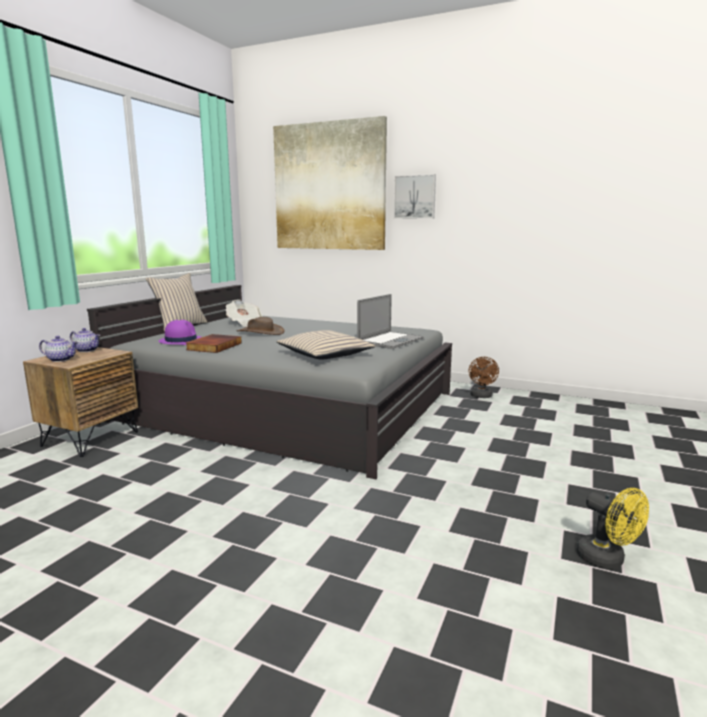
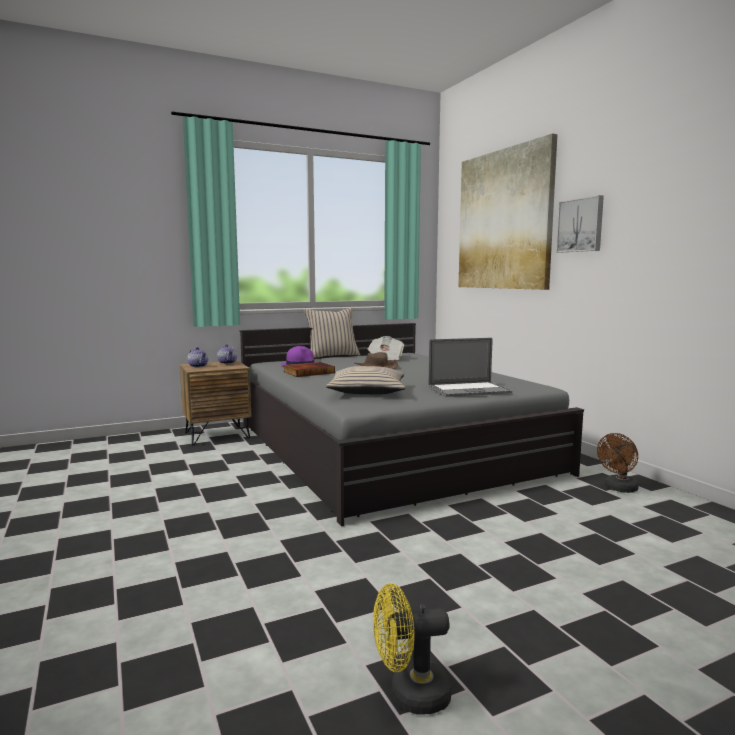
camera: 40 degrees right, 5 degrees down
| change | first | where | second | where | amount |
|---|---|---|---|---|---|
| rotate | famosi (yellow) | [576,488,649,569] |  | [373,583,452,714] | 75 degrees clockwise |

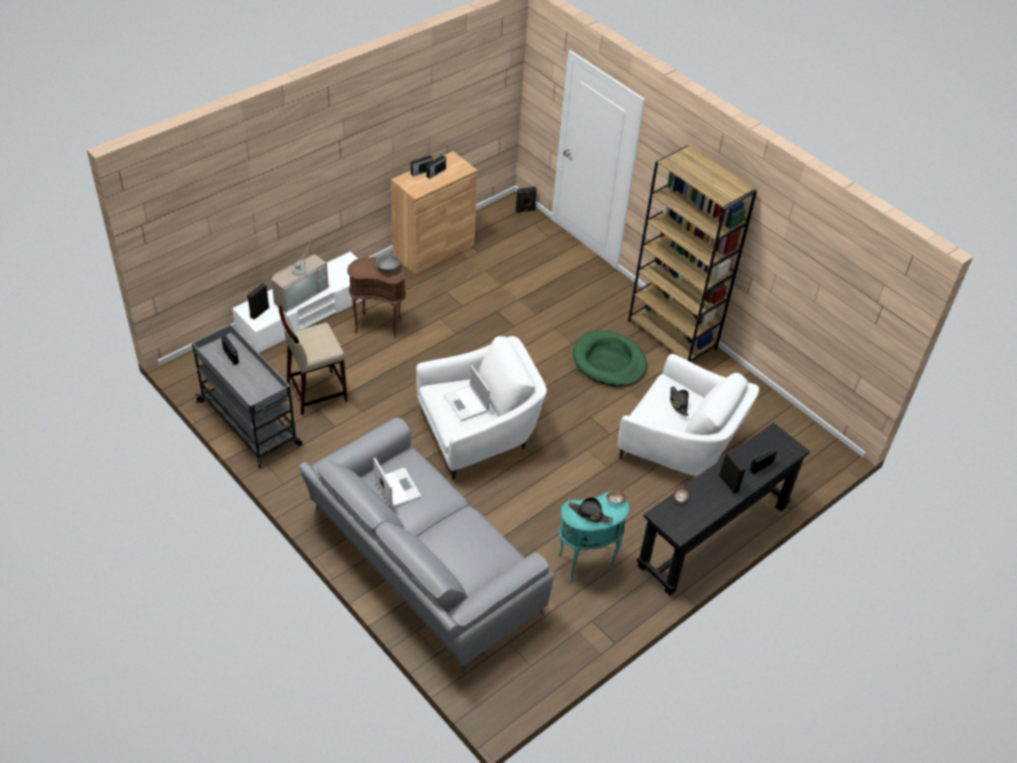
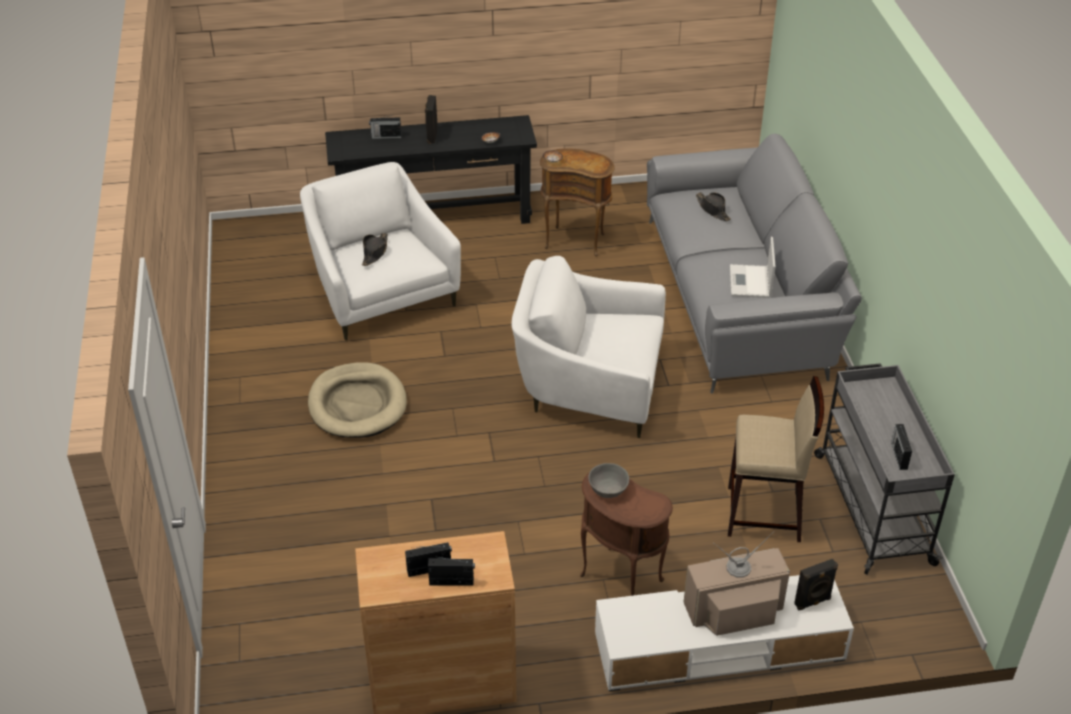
camera: 145 degrees left, 5 degrees down
| change | first | where | second | where | amount |
|---|---|---|---|---|---|
| recolor | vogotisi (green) | [573,330,647,386] | vogotisi (beige) | [308,362,407,438] |  |
| recolor | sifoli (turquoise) | [558,491,630,582] | sifoli (brown) | [540,148,615,256] |  |
| move | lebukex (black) | [568,497,613,523] |  | [696,192,731,221] |  |
| delete | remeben | [444,365,490,421] |  |  |  |
| delete | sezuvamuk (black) | [516,187,537,213] |  |  |  |
| delete | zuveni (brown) | [628,145,757,362] |  |  |  |

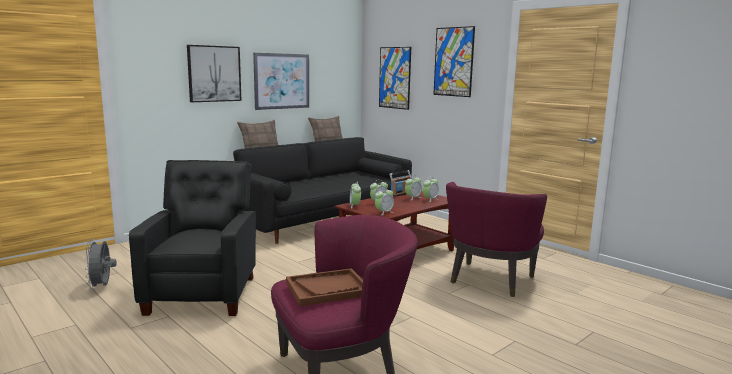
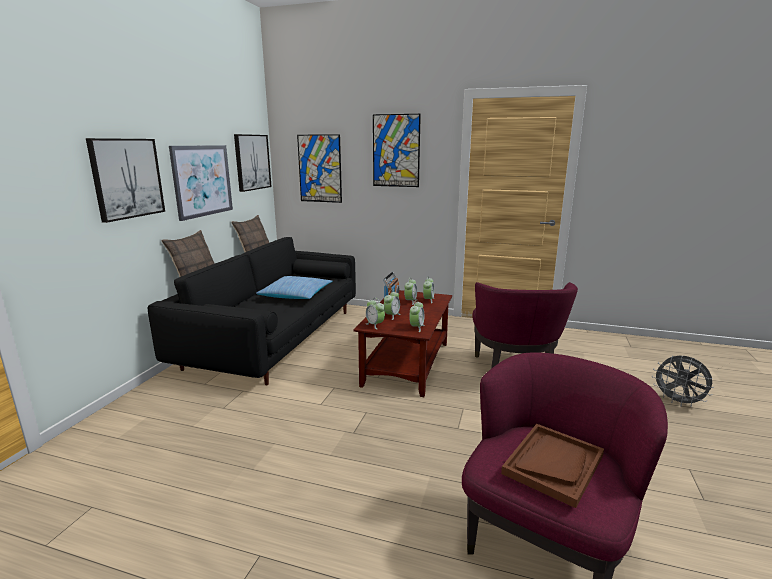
camera: 30 degrees left, 5 degrees up
| change | first | where | second | where | amount |
|---|---|---|---|---|---|
| insert |  |  | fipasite | [234,134,271,192] |  |
| insert |  |  | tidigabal | [256,276,332,299] |  |
| move | famosi (grey) | [84,239,117,290] |  | [652,356,714,407] |  |
| delete | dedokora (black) | [129,160,256,316] |  |  |  |

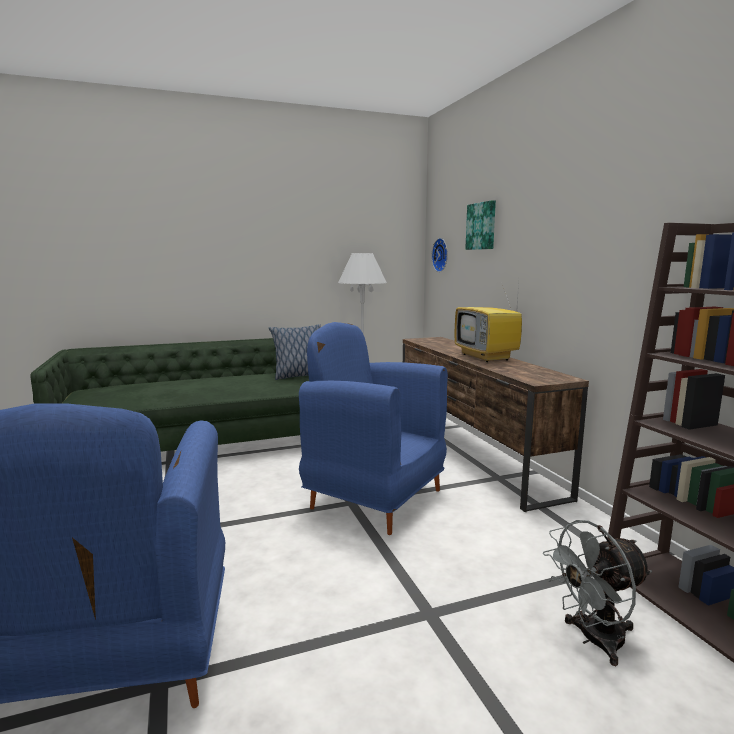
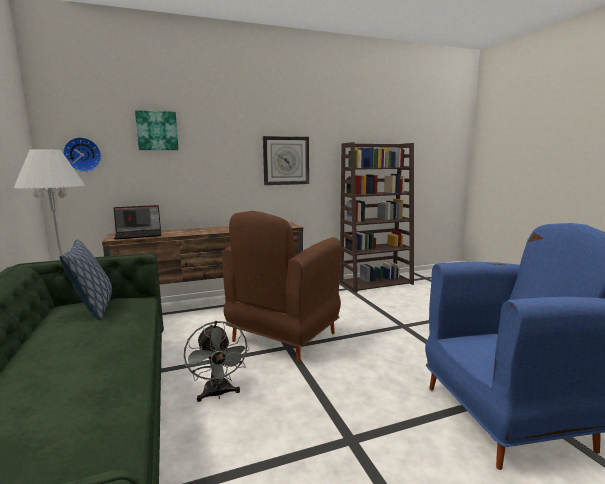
camera: 90 degrees left, 0 degrees up
| change | first | where | second | where | amount |
|---|---|---|---|---|---|
| insert |  |  | remeben | [114,205,162,240] |  |
| move | famosi (grey) | [543,520,652,666] |  | [184,321,250,402] |  |
| recolor | dedokora (blue) | [299,322,448,535] | dedokora (brown) | [222,211,341,363] |  |
| insert |  |  | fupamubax | [263,136,309,185] |  |
| delete | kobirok | [455,282,522,362] |  |  |  |

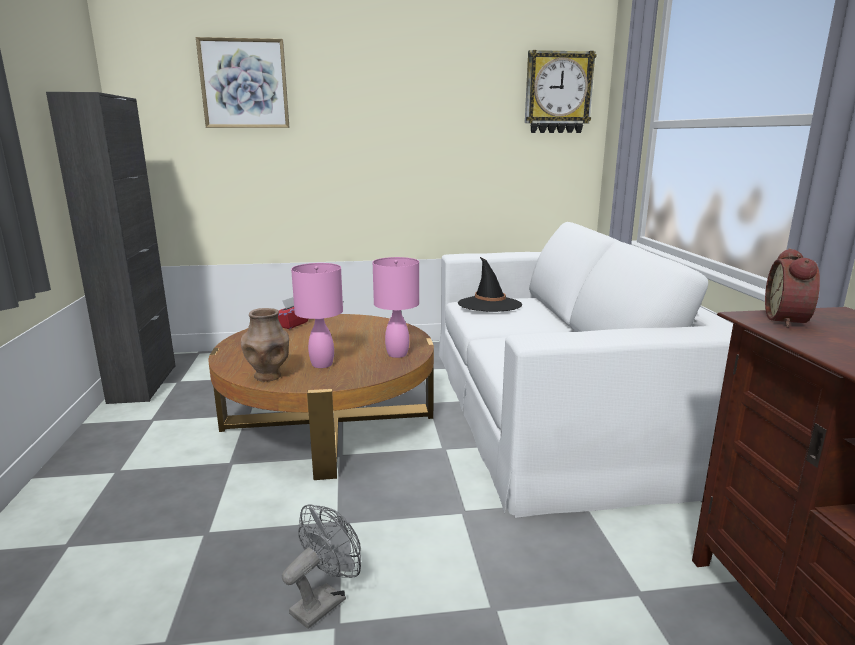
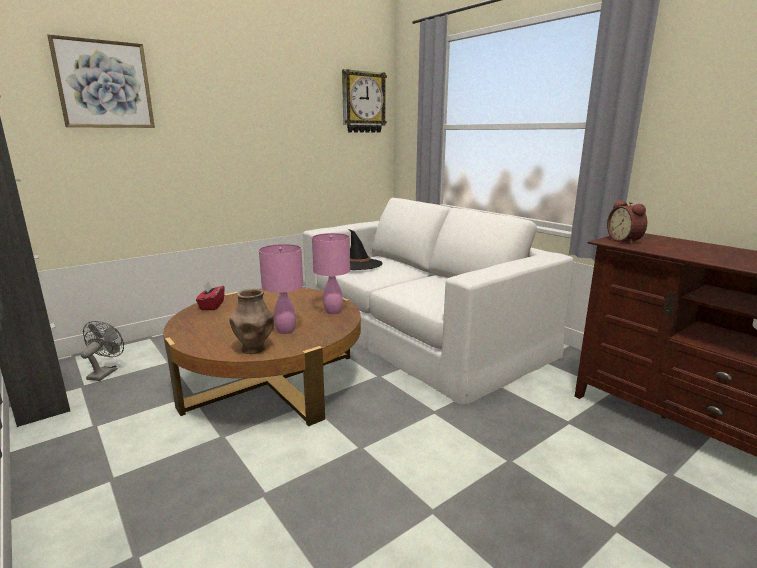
camera: 30 degrees left, 0 degrees up
| change | first | where | second | where | amount |
|---|---|---|---|---|---|
| move | famosi (grey) | [282,504,361,629] |  | [81,321,124,381] |  |

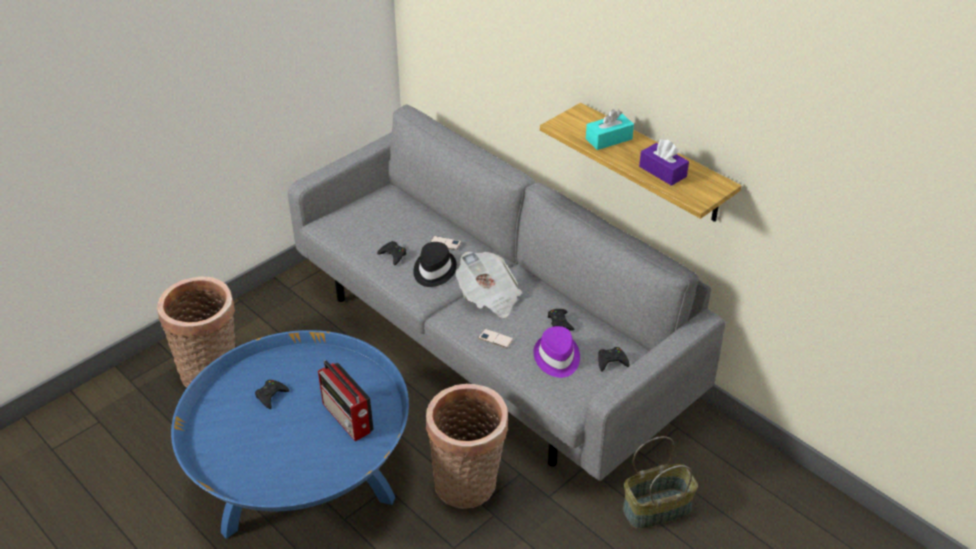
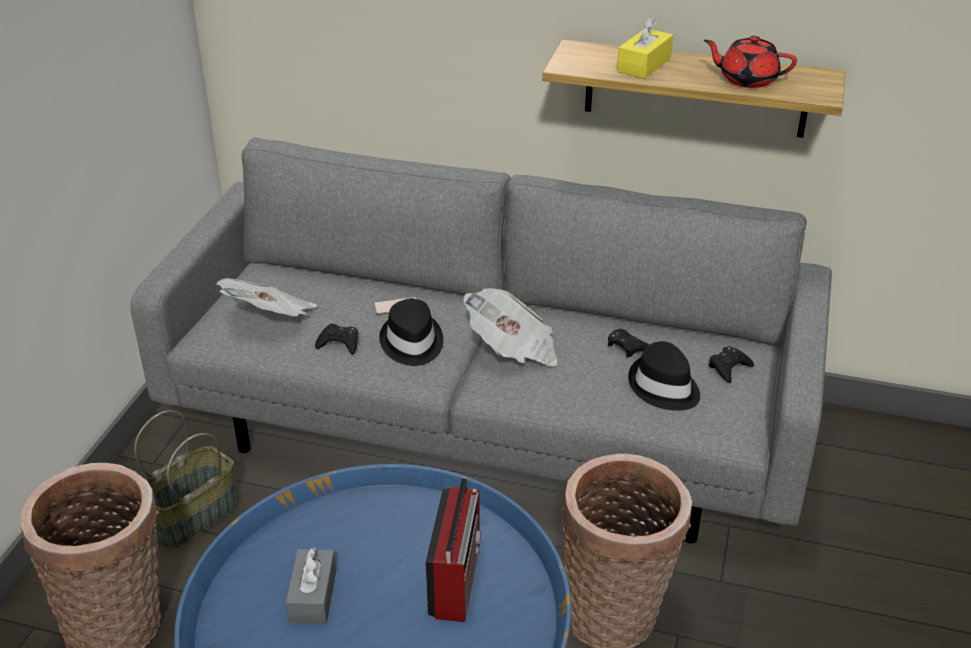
camera: 30 degrees left, 5 degrees down
| change | first | where | second | where | amount |
|---|---|---|---|---|---|
| move | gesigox | [623,436,698,529] |  | [134,410,239,548] |  |
| insert |  |  | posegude | [217,278,318,317] |  |
| replace | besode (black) | [255,380,289,409] | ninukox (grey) | [286,548,336,624] |  |
| rotate | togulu | [318,360,374,441] |  | [426,477,481,622] | 105 degrees counterclockwise |
| recolor | ninukox (turquoise) | [586,109,634,150] | ninukox (yellow) | [617,17,673,79] |  |
| recolor | lebukex (purple) | [533,326,580,378] | lebukex (black) | [628,341,700,411] |  |
| replace | ninukox (purple) | [639,139,689,186] | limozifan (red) | [704,36,797,88] |  |
| delete | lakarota | [478,329,514,348] |  |  |  |

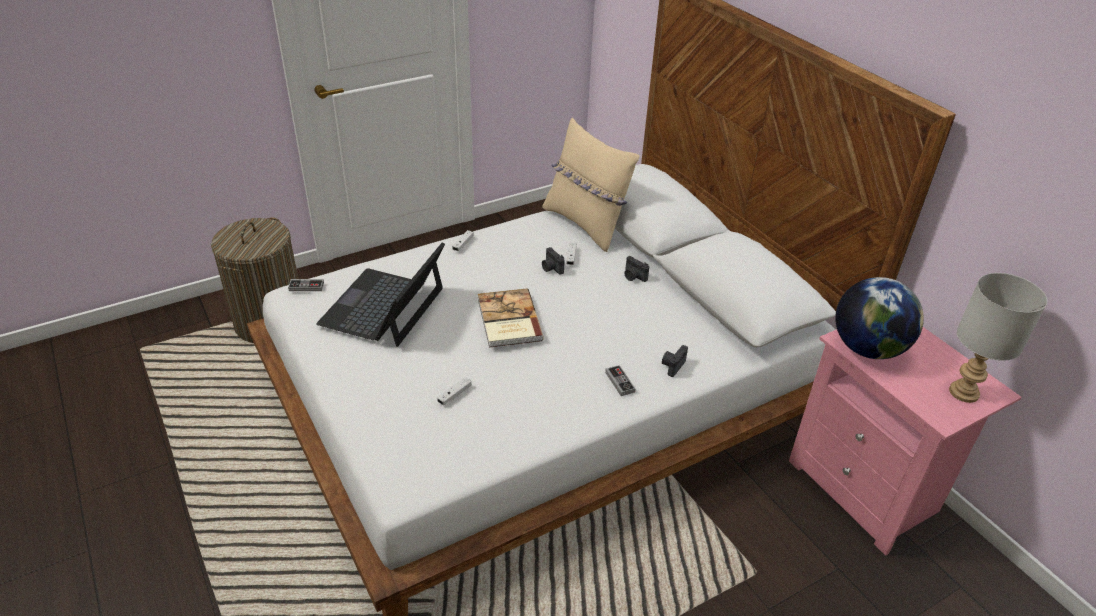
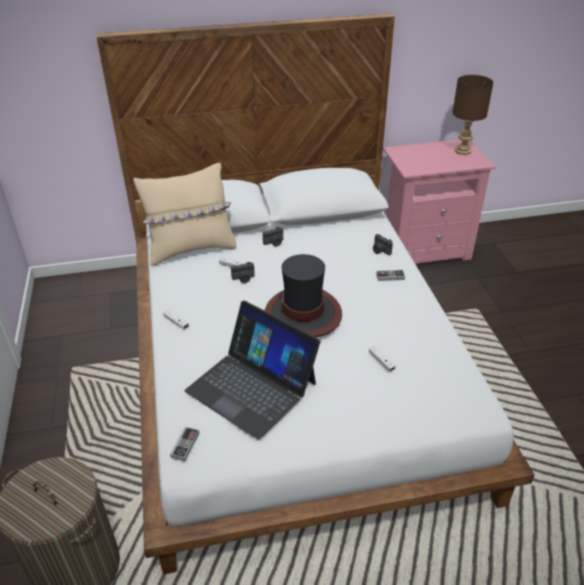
camera: 70 degrees left, 0 degrees up
| change | first | where | second | where | amount |
|---|---|---|---|---|---|
| replace | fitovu | [478,289,544,347] | lebukex | [265,254,342,337] |  |
| recolor | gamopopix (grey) | [949,273,1047,403] | gamopopix (brown) | [452,75,494,155] |  |
| delete | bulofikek | [835,277,924,359] |  |  |  |

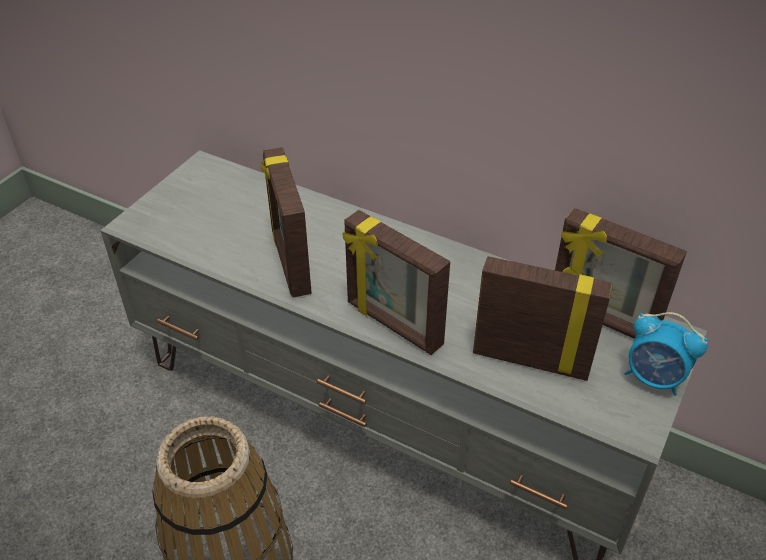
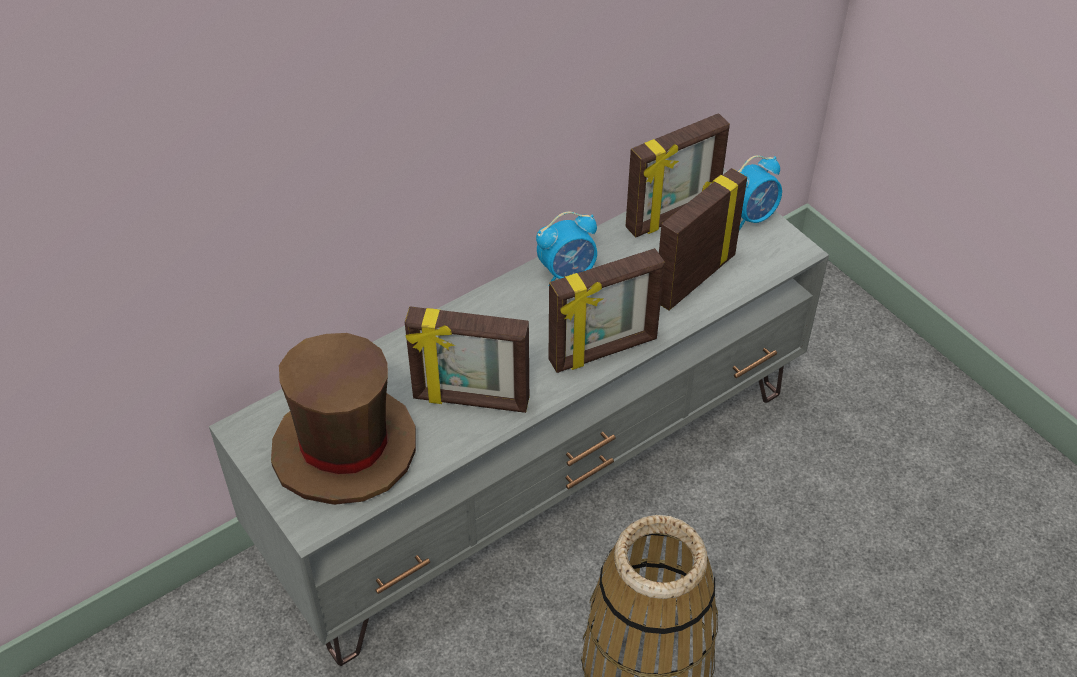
camera: 65 degrees left, 5 degrees up
| change | first | where | second | where | amount |
|---|---|---|---|---|---|
| insert |  |  | lebukex (brown) | [271,333,416,505] |  |
| insert |  |  | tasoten | [536,212,597,286] |  |

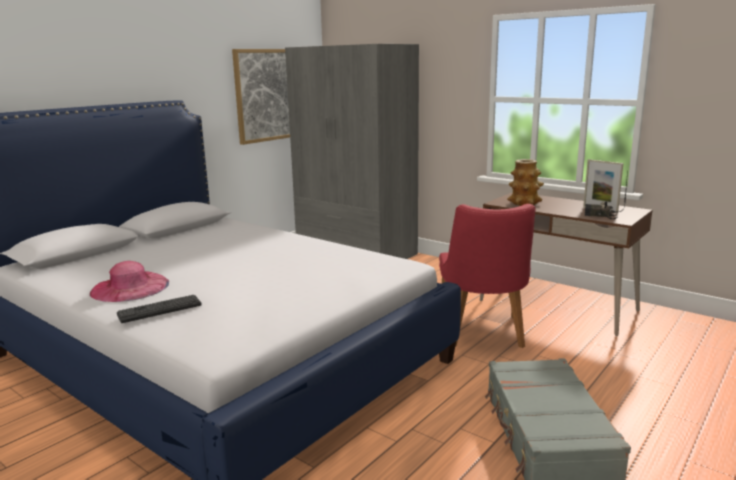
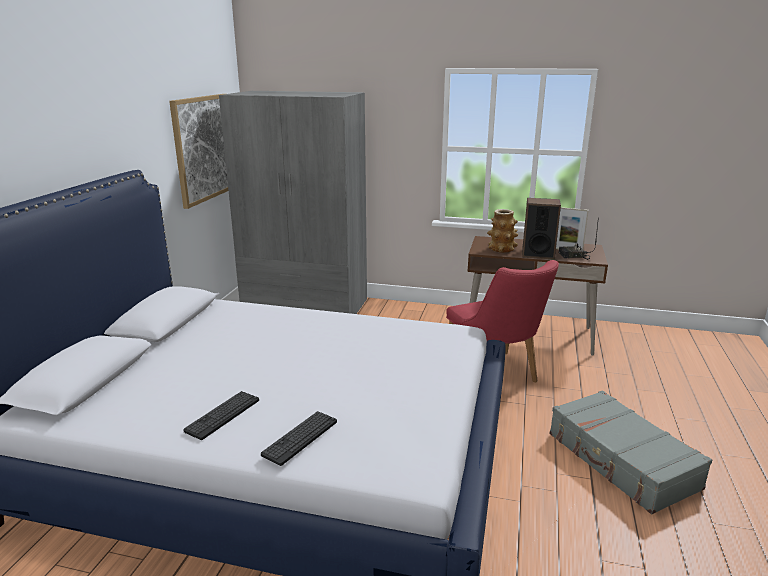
camera: 25 degrees left, 5 degrees up
| change | first | where | second | where | amount |
|---|---|---|---|---|---|
| replace | lebukex (pink) | [90,261,169,302] | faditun | [183,391,259,440] |  |
| insert |  |  | sezuvamuk | [522,198,561,260] |  |

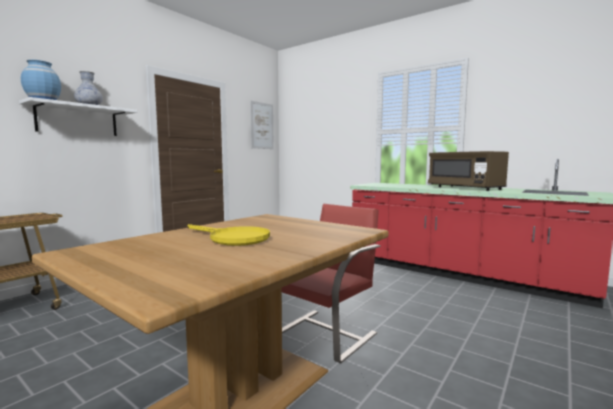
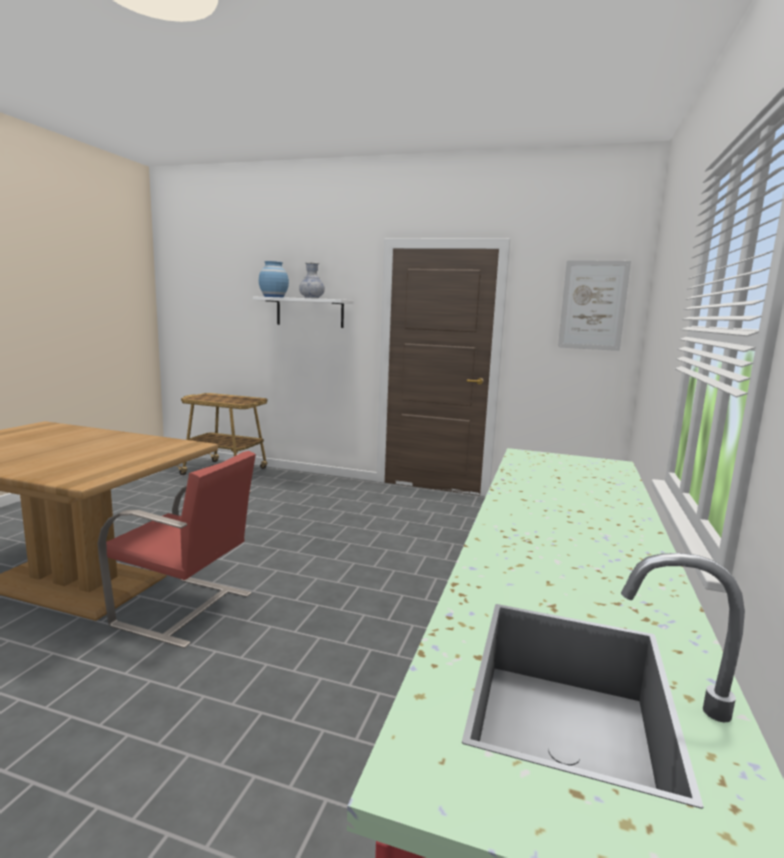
camera: 70 degrees right, 5 degrees up
| change | first | where | second | where | amount |
|---|---|---|---|---|---|
| delete | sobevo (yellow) | [188,224,270,246] |  |  |  |
| delete | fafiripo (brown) | [428,151,509,191] |  |  |  |

